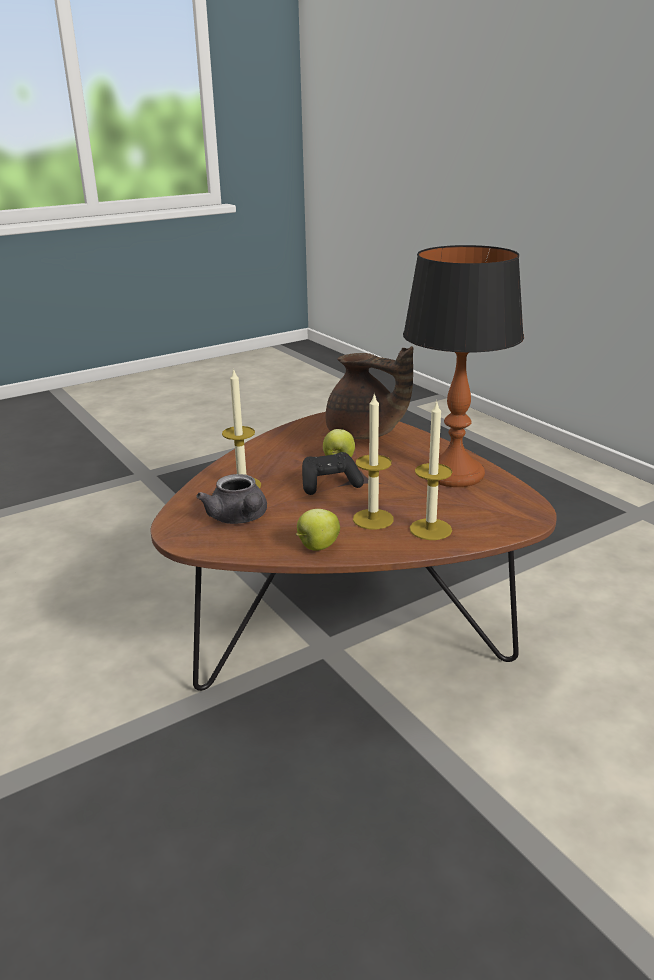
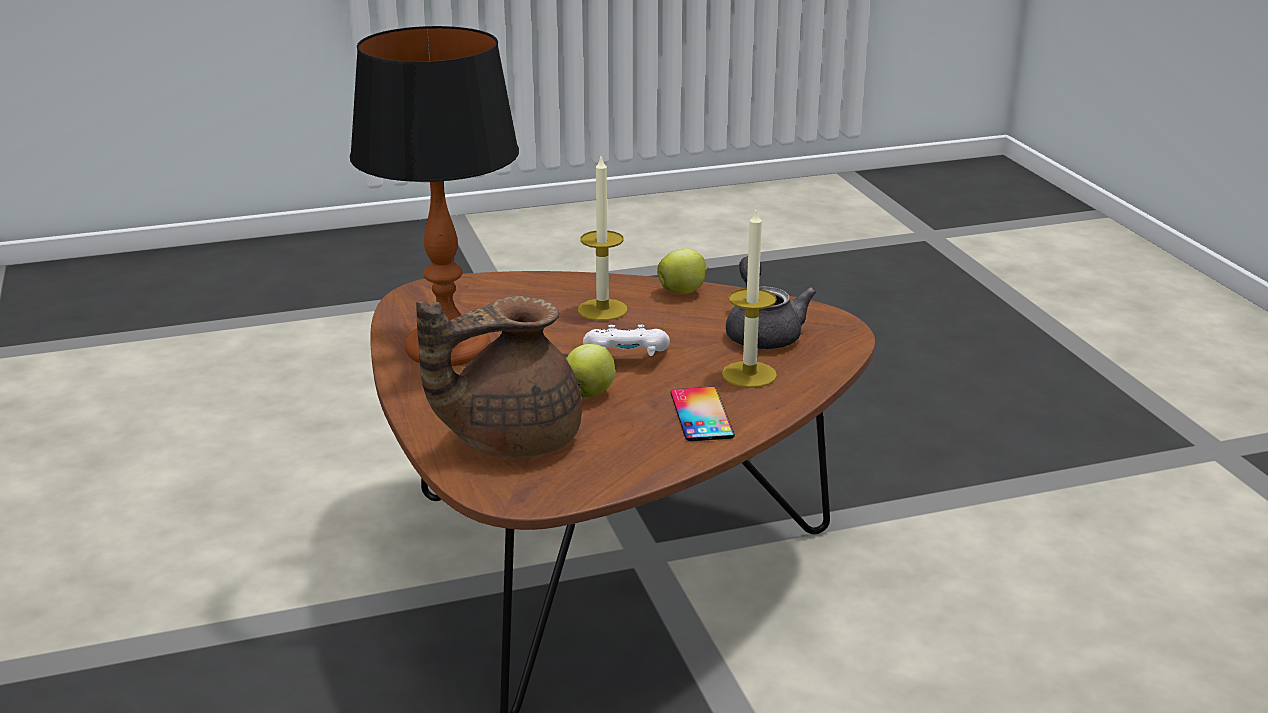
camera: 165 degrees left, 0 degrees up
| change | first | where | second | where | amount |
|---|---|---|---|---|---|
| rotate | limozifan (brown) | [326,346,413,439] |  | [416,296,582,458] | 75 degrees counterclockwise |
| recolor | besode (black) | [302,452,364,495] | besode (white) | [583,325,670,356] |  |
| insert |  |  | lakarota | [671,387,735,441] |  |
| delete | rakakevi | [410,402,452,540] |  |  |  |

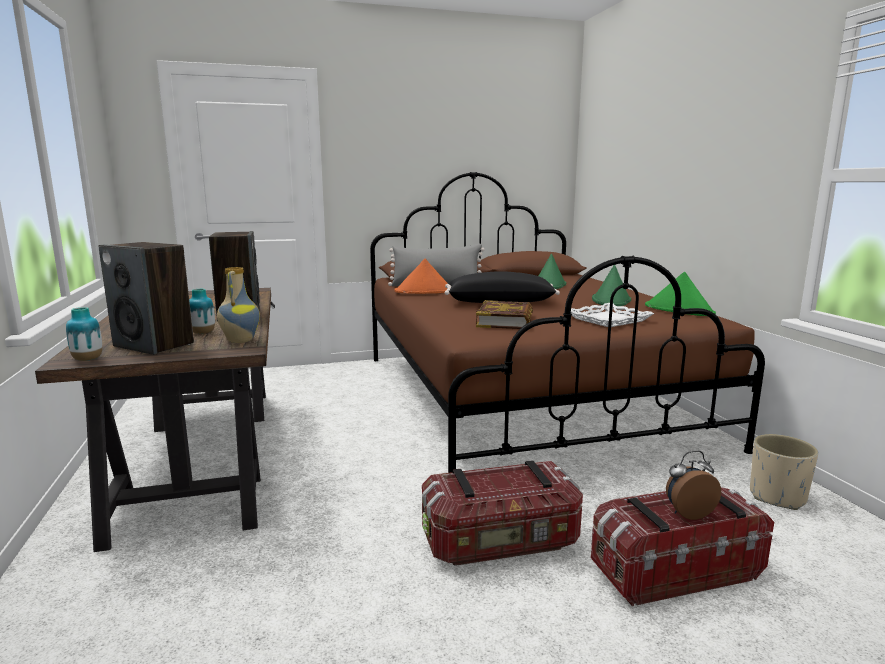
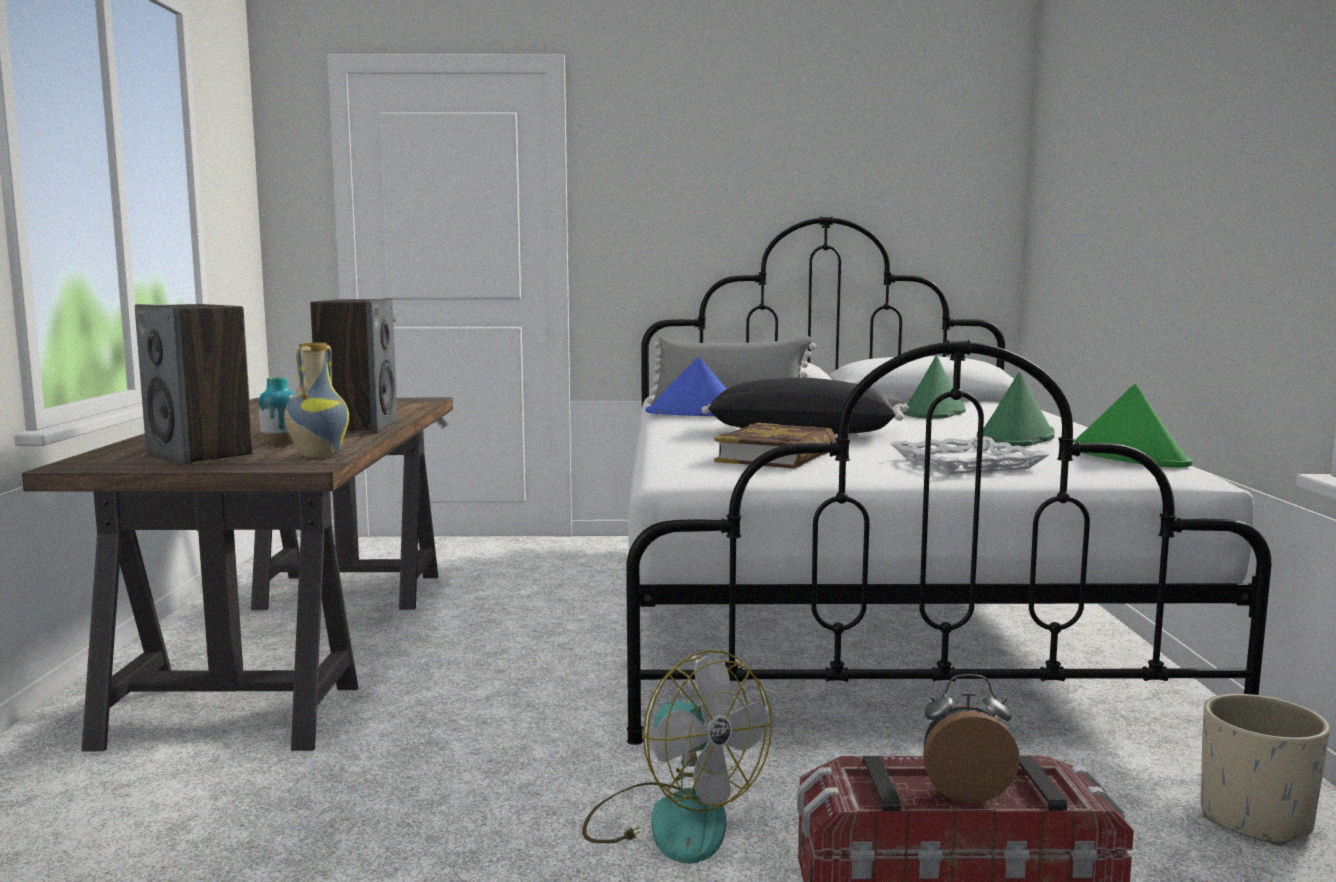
camera: 15 degrees right, 5 degrees down
| change | first | where | second | where | amount |
|---|---|---|---|---|---|
| replace | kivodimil | [422,460,583,566] | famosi | [582,650,772,864] |  |
| recolor | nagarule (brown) | [370,172,765,473] | nagarule (white) | [626,216,1271,745] |  |
| recolor | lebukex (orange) | [394,259,448,294] | lebukex (blue) | [645,357,727,416] |  |
| delete | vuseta | [66,307,102,361] |  |  |  |

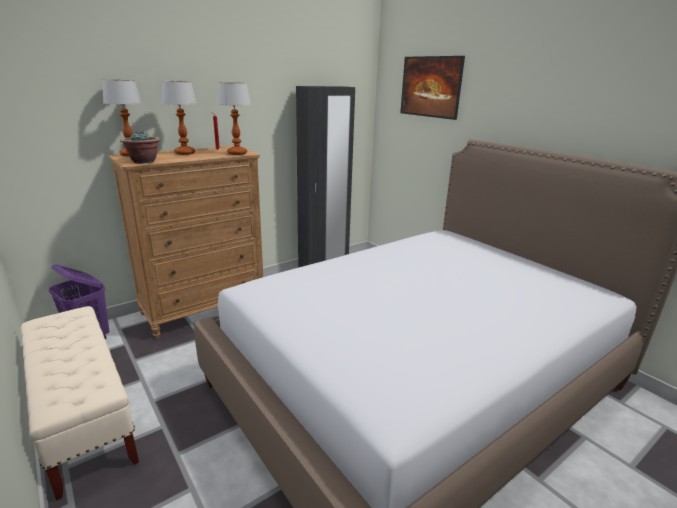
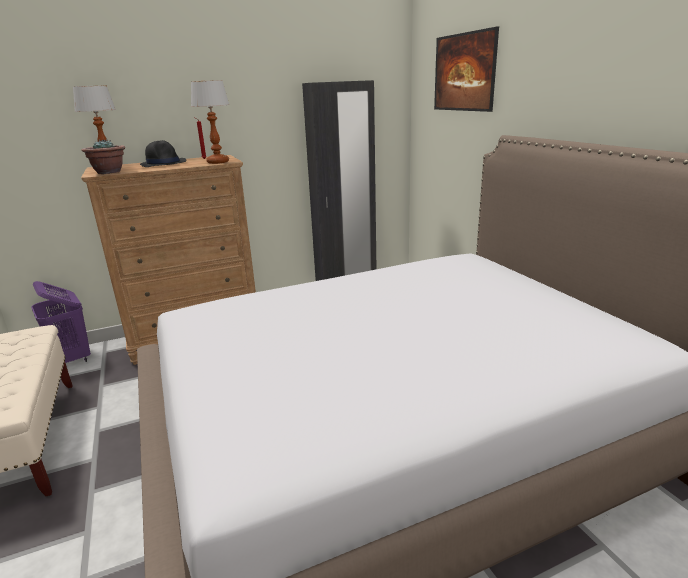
camera: 15 degrees right, 0 degrees up
| change | first | where | second | where | amount |
|---|---|---|---|---|---|
| replace | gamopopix | [161,81,197,155] | lebukex (black) | [140,140,187,167] |  |

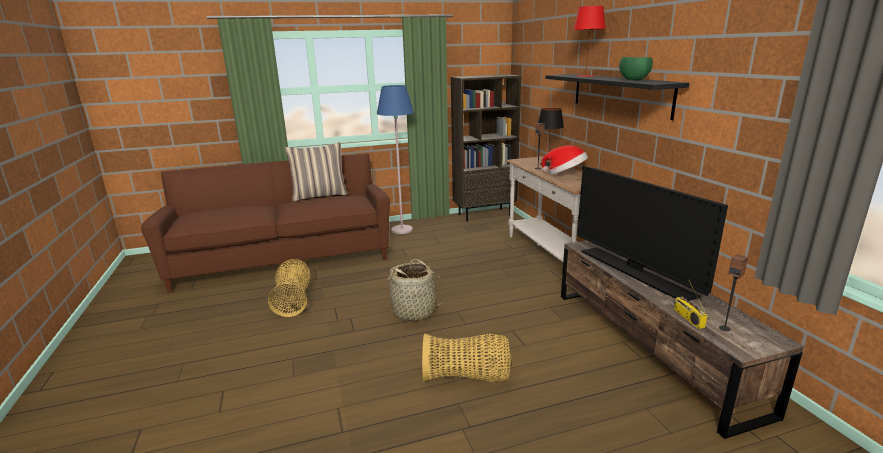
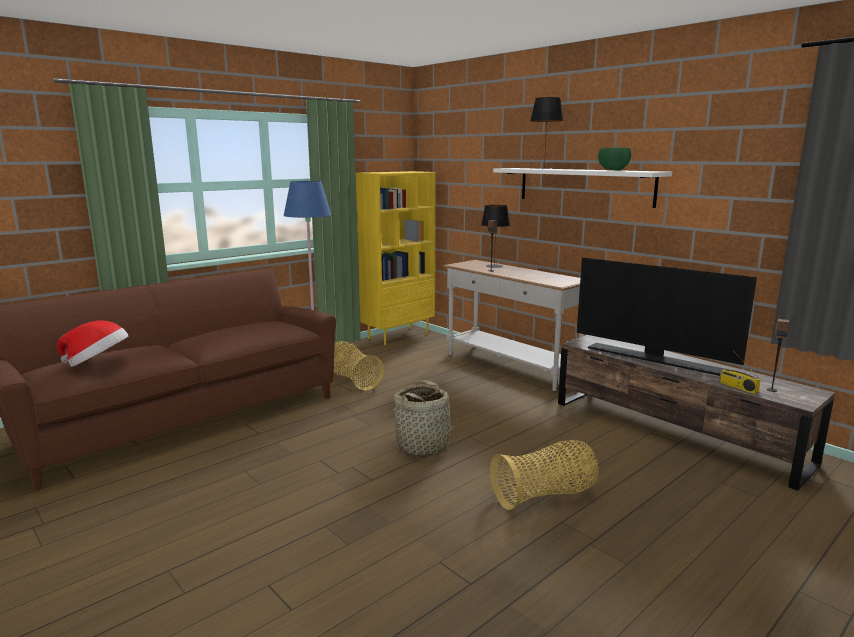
camera: 25 degrees left, 5 degrees down
| change | first | where | second | where | amount |
|---|---|---|---|---|---|
| move | lebukex | [541,145,588,174] |  | [57,321,129,367] |  |
| move | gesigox | [268,259,310,317] |  | [334,341,384,391] |  |
| recolor | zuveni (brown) | [451,74,521,222] | zuveni (yellow) | [356,171,435,345] |  |
| recolor | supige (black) | [545,74,689,120] | supige (white) | [493,168,672,208] |  |
| recolor | gamopopix (red) | [573,6,606,77] | gamopopix (black) | [530,97,563,169] |  |
| delete | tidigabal | [284,142,348,202] |  |  |  |

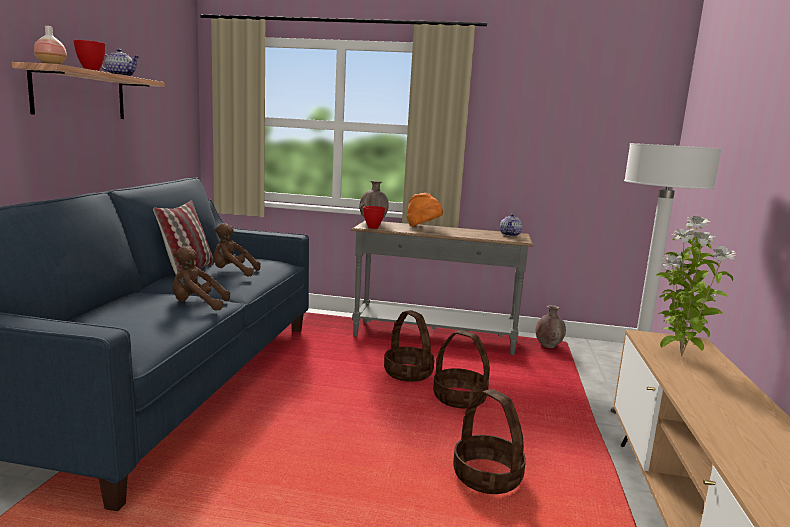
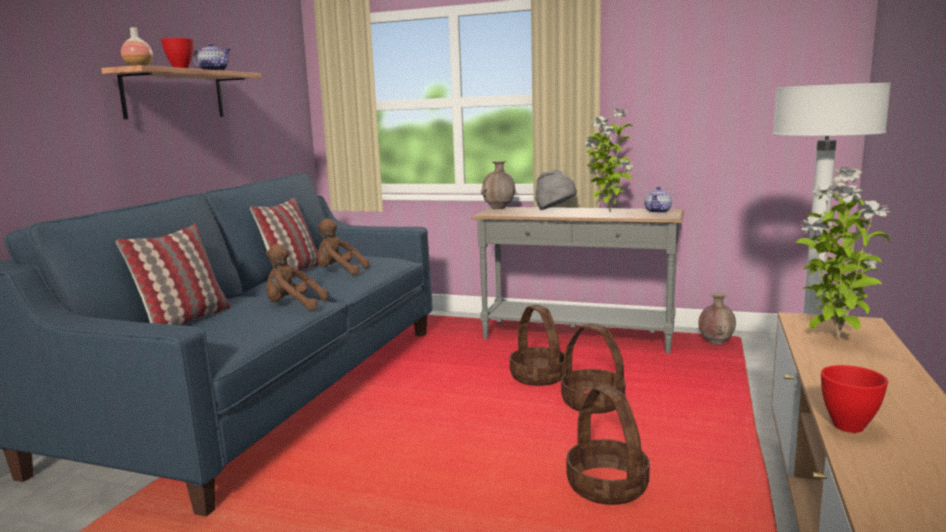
camera: 10 degrees right, 0 degrees up
| change | first | where | second | where | amount |
|---|---|---|---|---|---|
| insert |  |  | tidigabal | [116,224,230,325] |  |
| recolor | lebukex (orange) | [407,193,443,226] | lebukex (grey) | [535,170,577,210] |  |
| insert |  |  | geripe | [585,108,634,212] |  |
| move | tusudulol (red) | [363,206,385,229] |  | [821,365,888,433] |  |

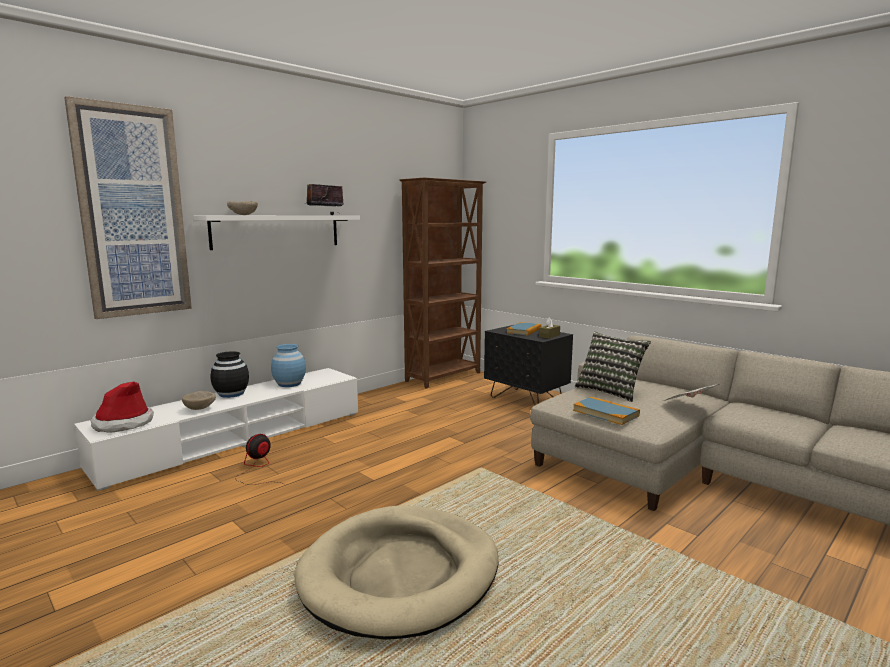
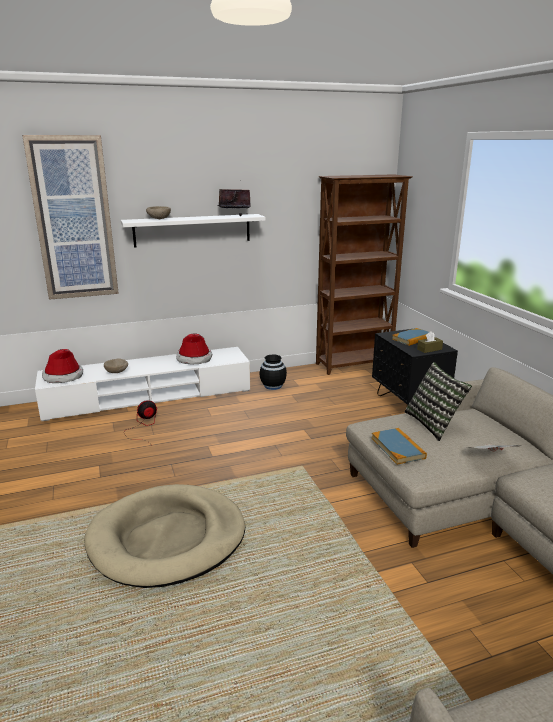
camera: 25 degrees right, 10 degrees up
| change | first | where | second | where | amount |
|---|---|---|---|---|---|
| replace | vuseta (blue) | [271,344,306,387] | lebukex | [176,333,212,364] |  |
| move | vuseta (black) | [210,351,249,398] |  | [260,355,287,390] |  |

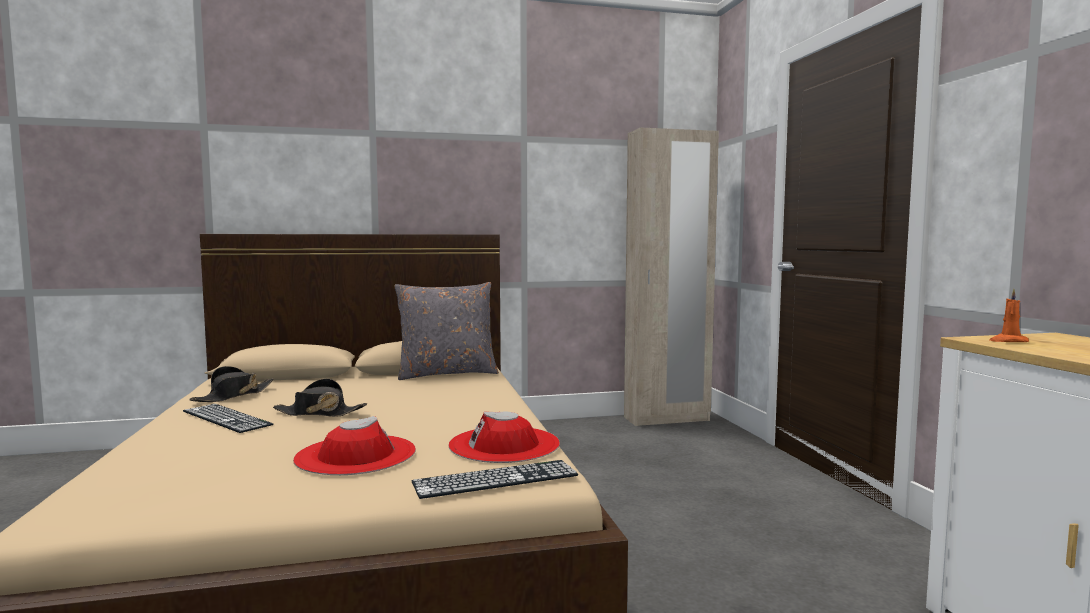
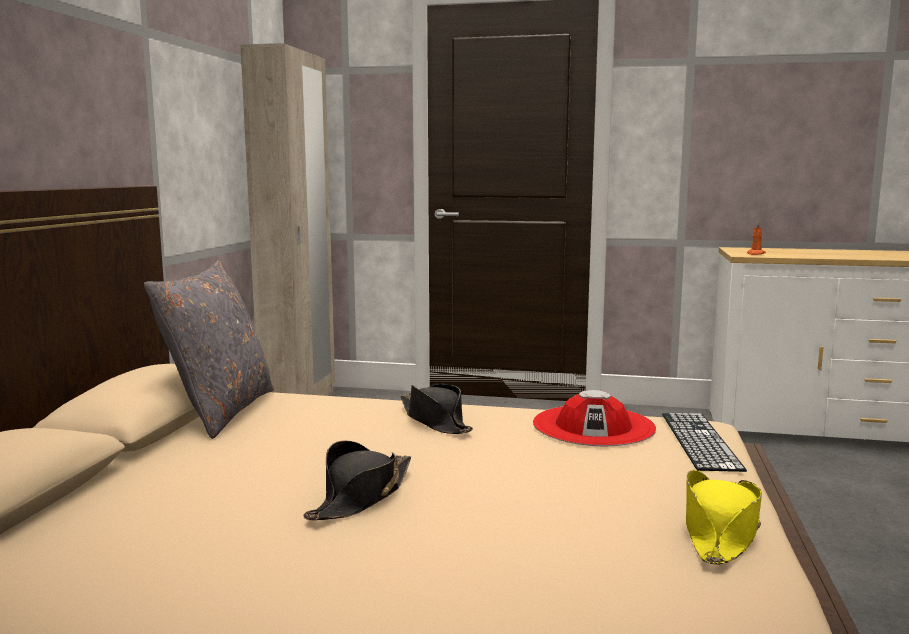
camera: 65 degrees left, 5 degrees up
| change | first | where | second | where | amount |
|---|---|---|---|---|---|
| move | lebukex (black) | [189,366,273,402] |  | [400,383,473,434] |  |
| insert |  |  | lebukex (yellow) | [686,470,762,565] |  |
| delete | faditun | [183,404,273,433] |  |  |  |
| delete | lebukex (red) | [293,416,416,475] |  |  |  |

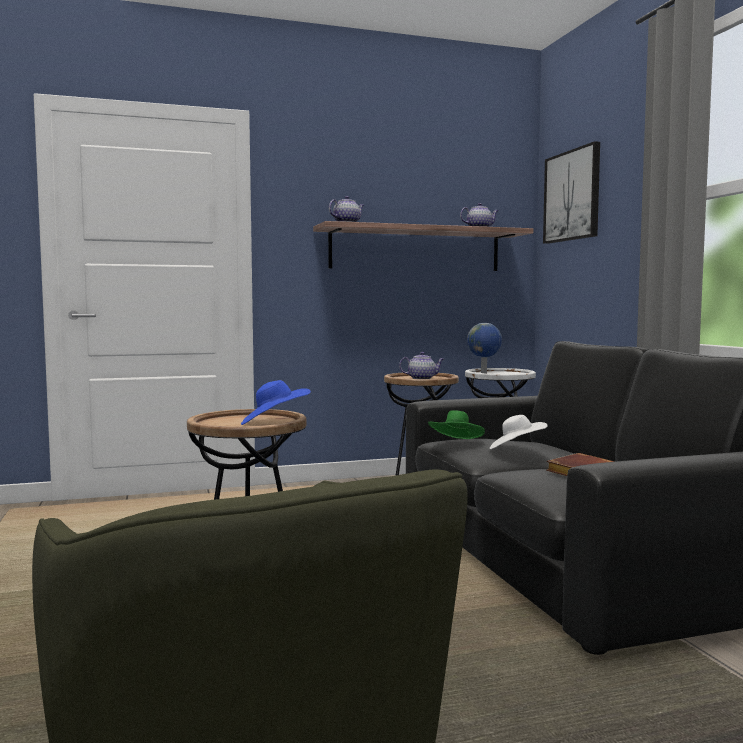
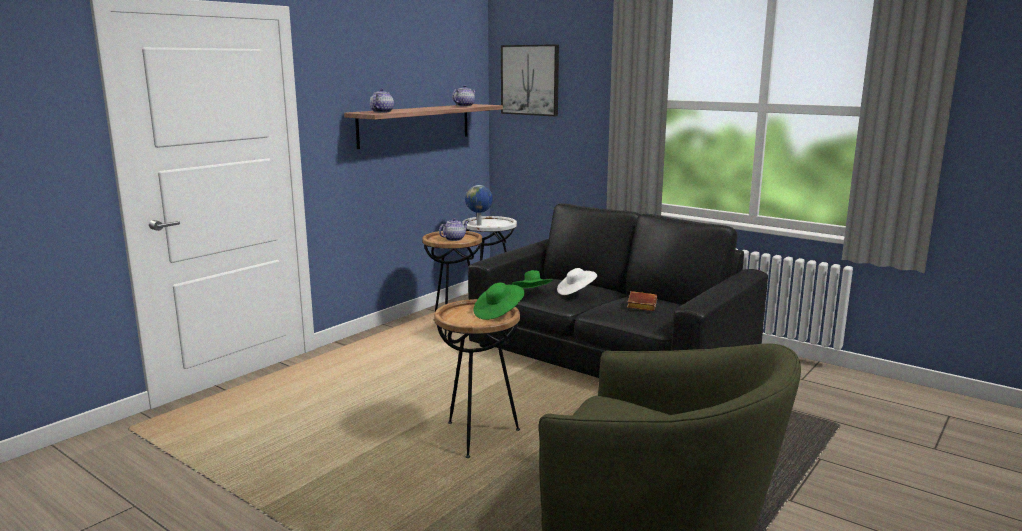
camera: 35 degrees left, 10 degrees up
| change | first | where | second | where | amount |
|---|---|---|---|---|---|
| recolor | lebukex (blue) | [241,380,311,425] | lebukex (green) | [473,283,525,320] |  |

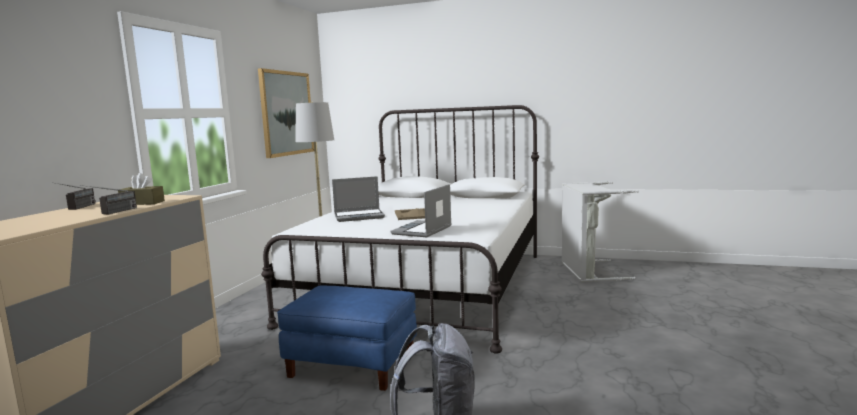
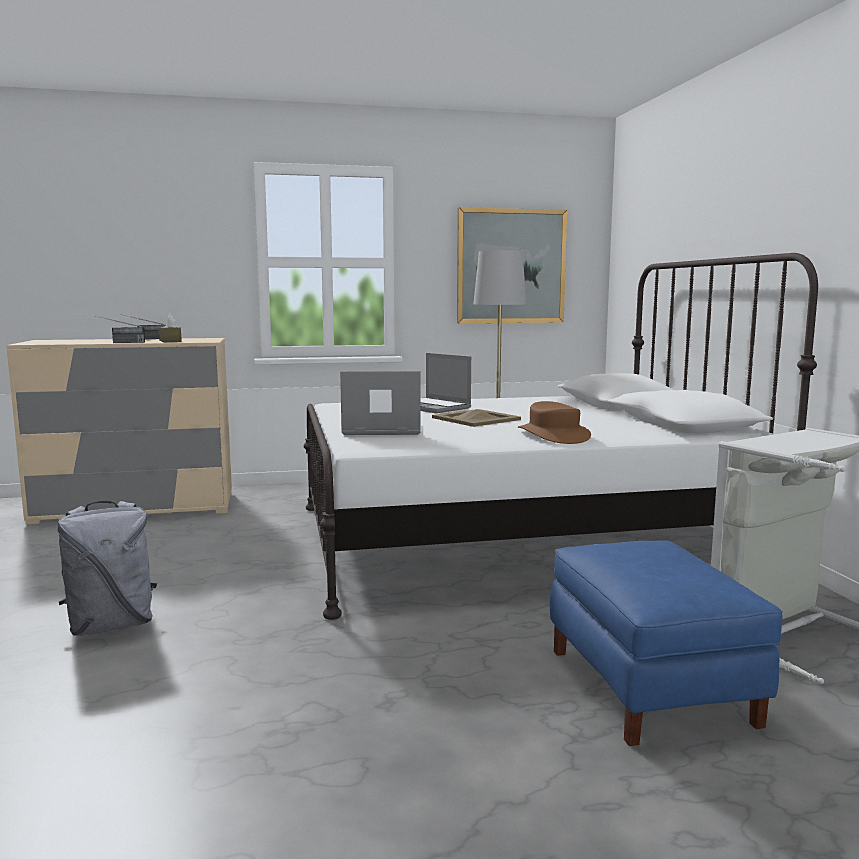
camera: 60 degrees right, 0 degrees up
| change | first | where | second | where | amount |
|---|---|---|---|---|---|
| insert |  |  | lebukex (brown) | [518,401,591,444] |  |
| move | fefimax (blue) | [277,285,417,391] |  | [550,540,783,746] |  |

